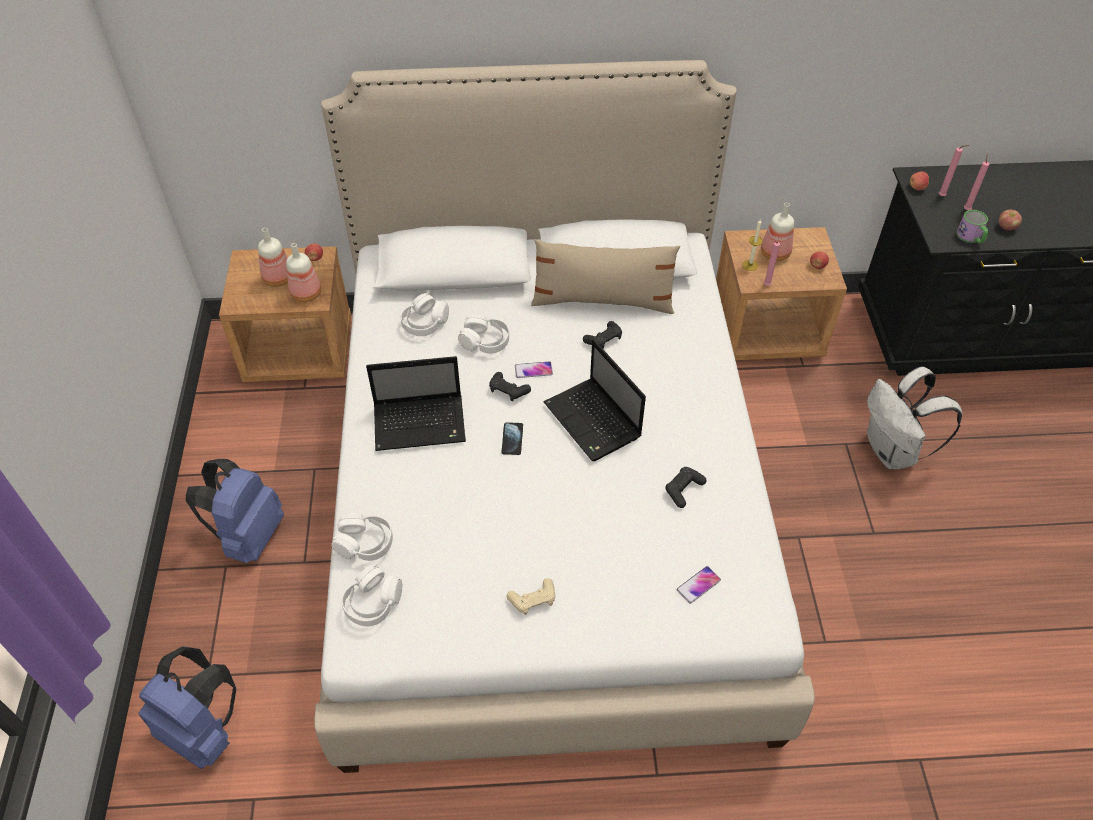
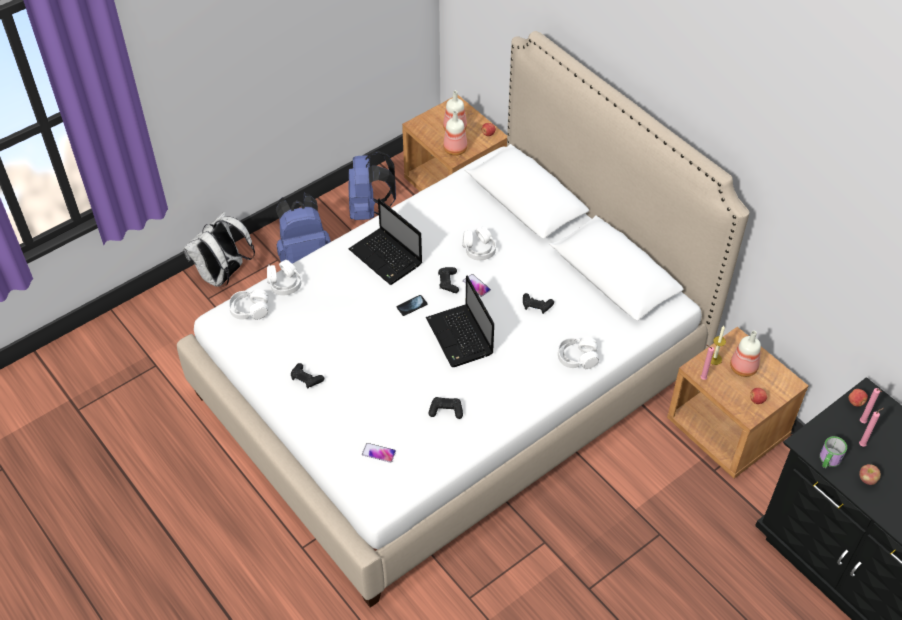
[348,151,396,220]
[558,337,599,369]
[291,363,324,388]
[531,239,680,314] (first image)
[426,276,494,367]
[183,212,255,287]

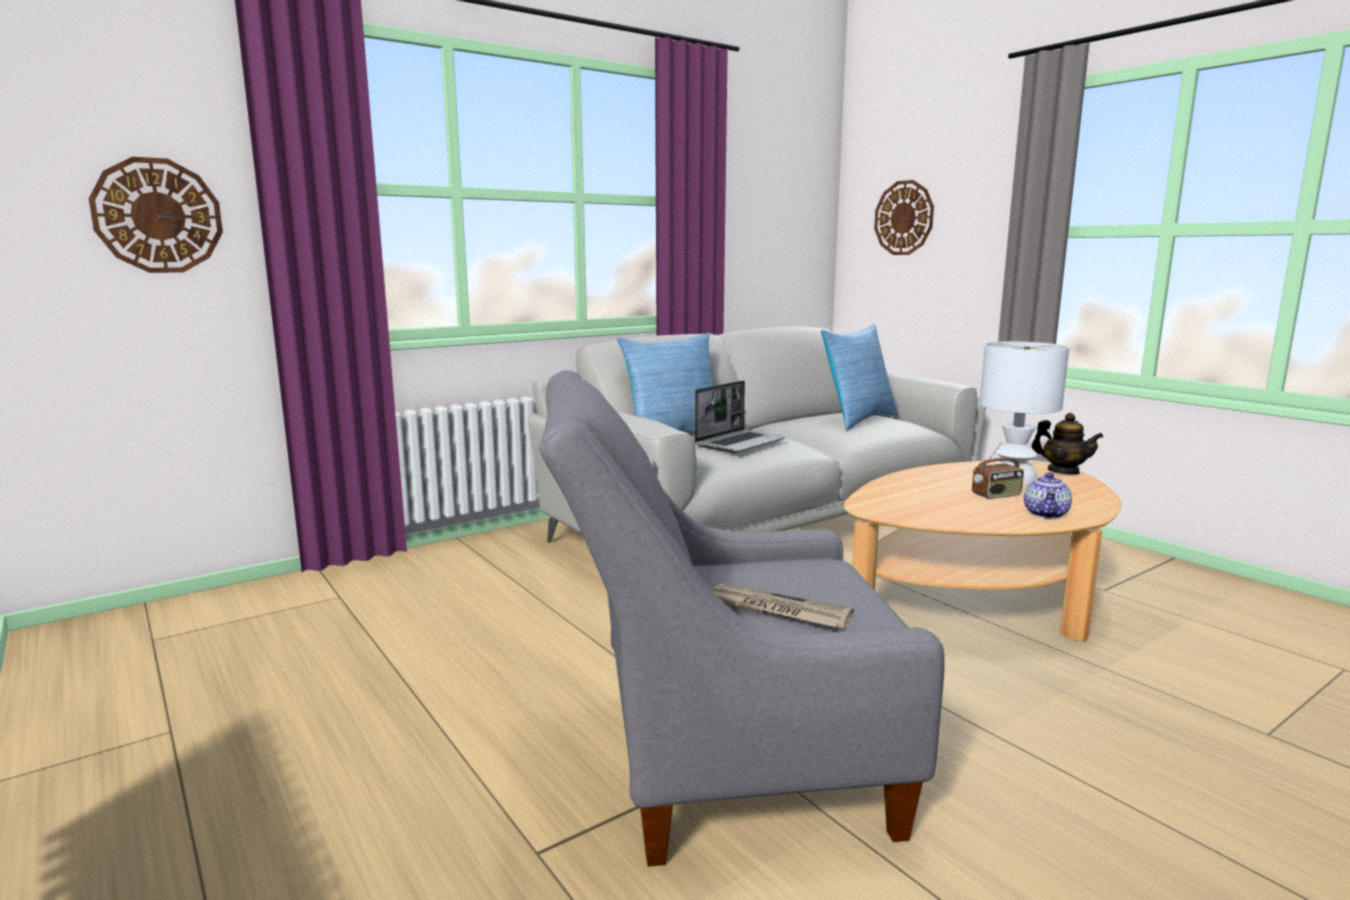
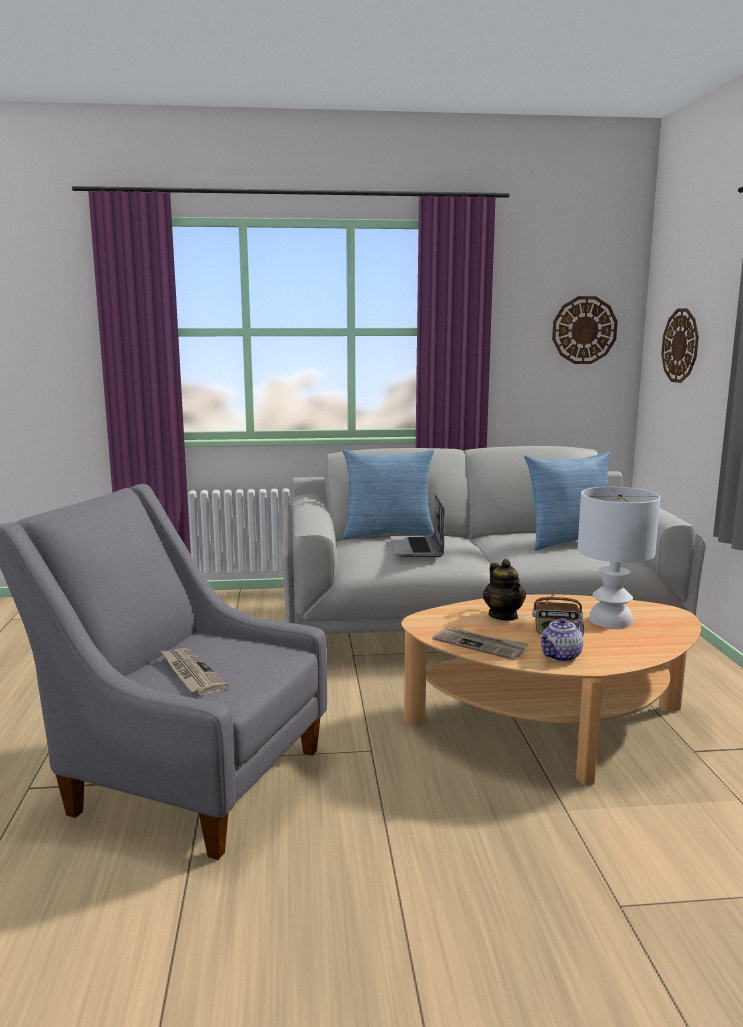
[552,296,618,364]
[390,494,445,557]
[483,559,526,621]
[432,627,529,660]

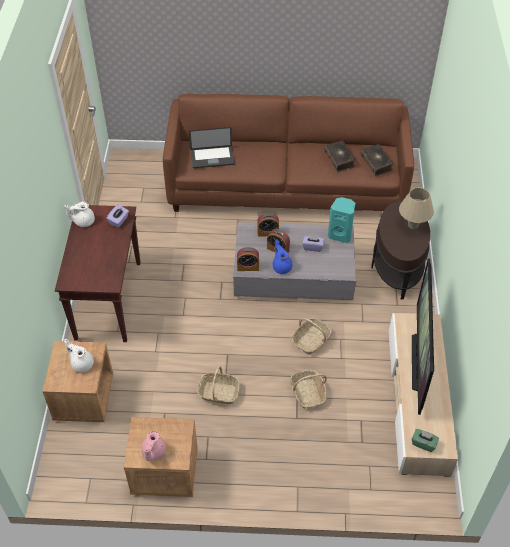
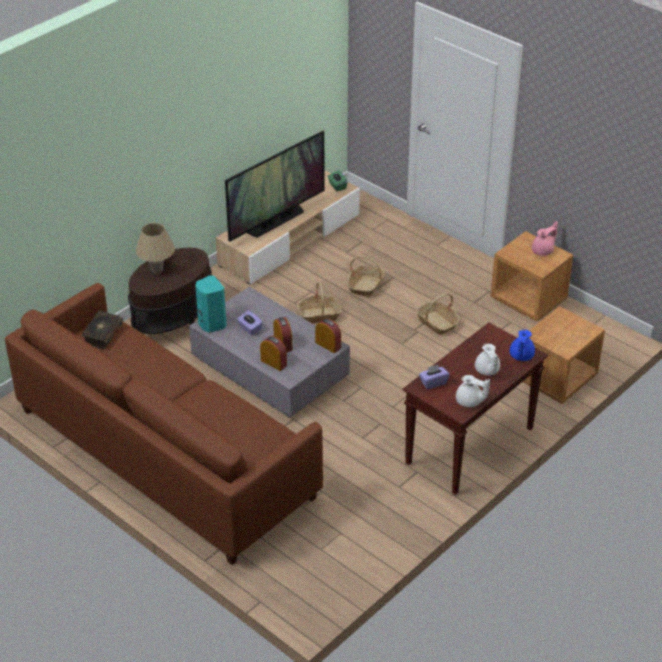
[475,344,500,376]
[189,127,235,168] (first image)
[510,329,535,361]
[324,140,355,172] (first image)

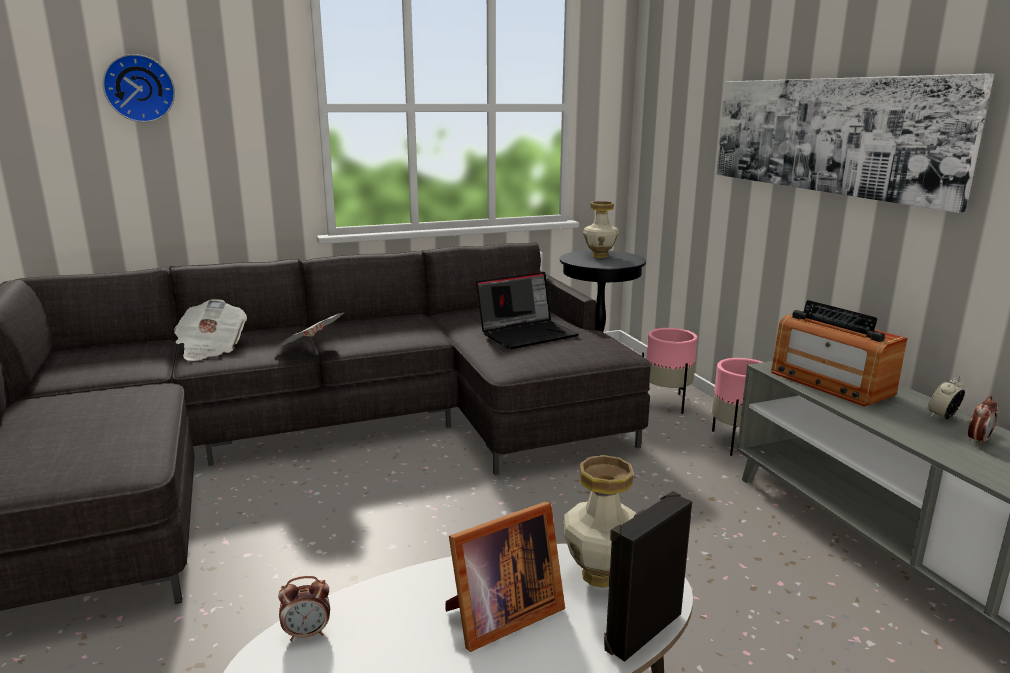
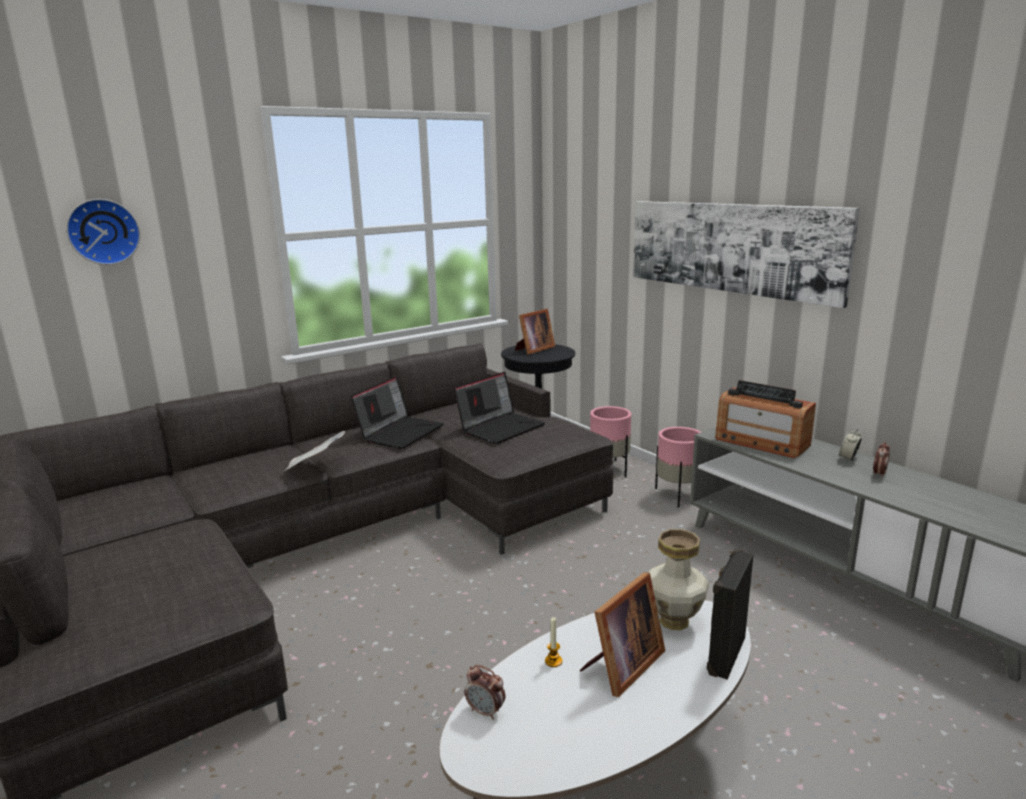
[174,299,247,361] (first image)
[465,665,506,720]
[515,309,555,355]
[351,376,444,449]
[545,617,562,667]

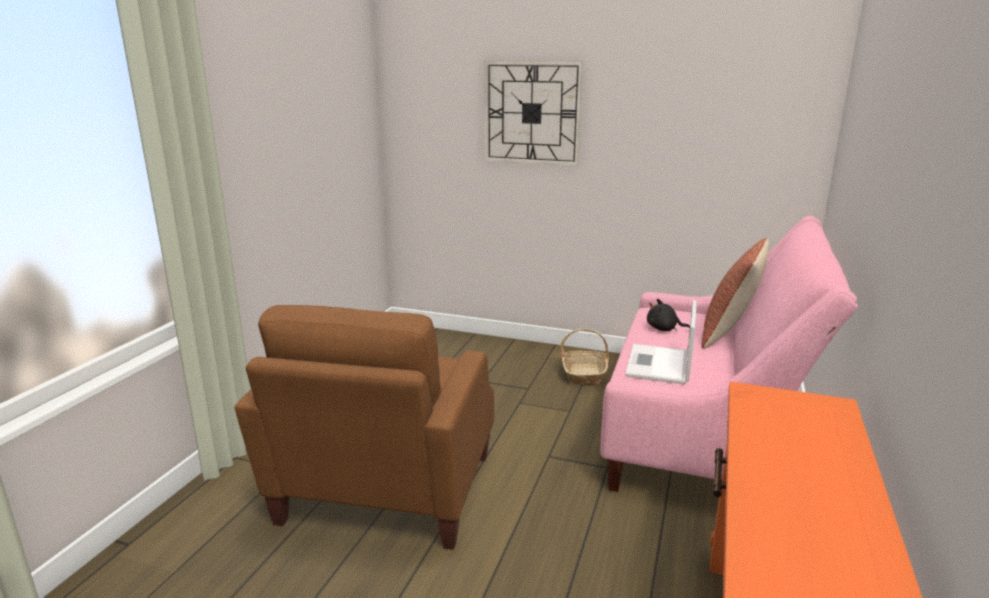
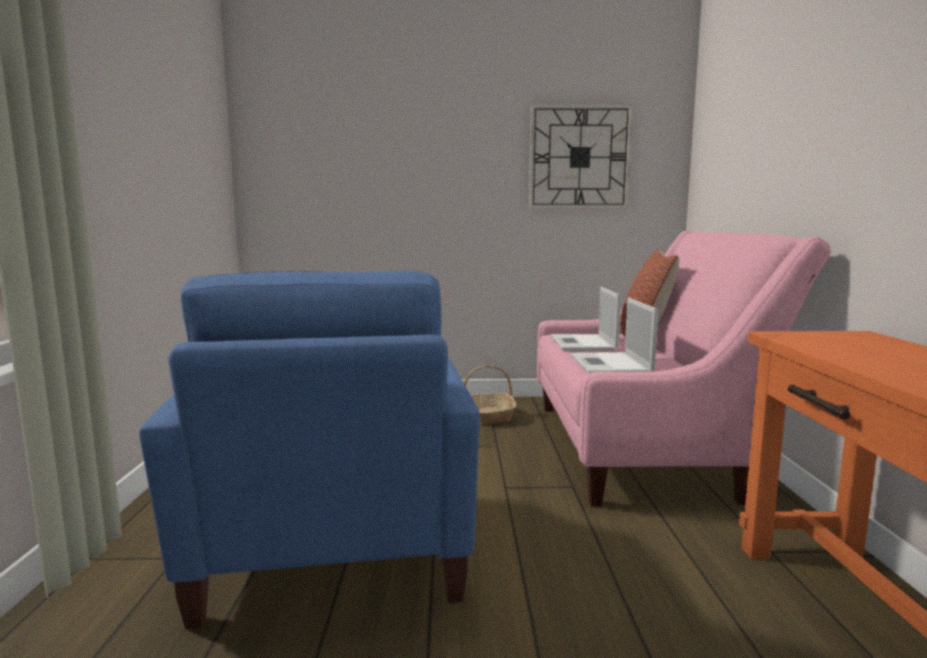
[139,271,480,629]
[529,104,633,209]
[551,287,621,351]

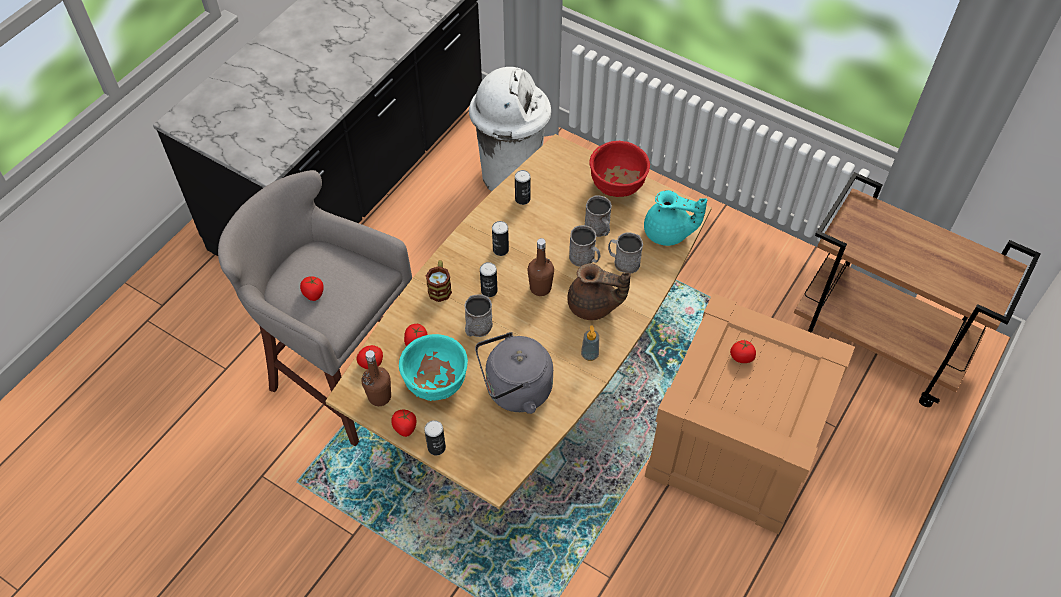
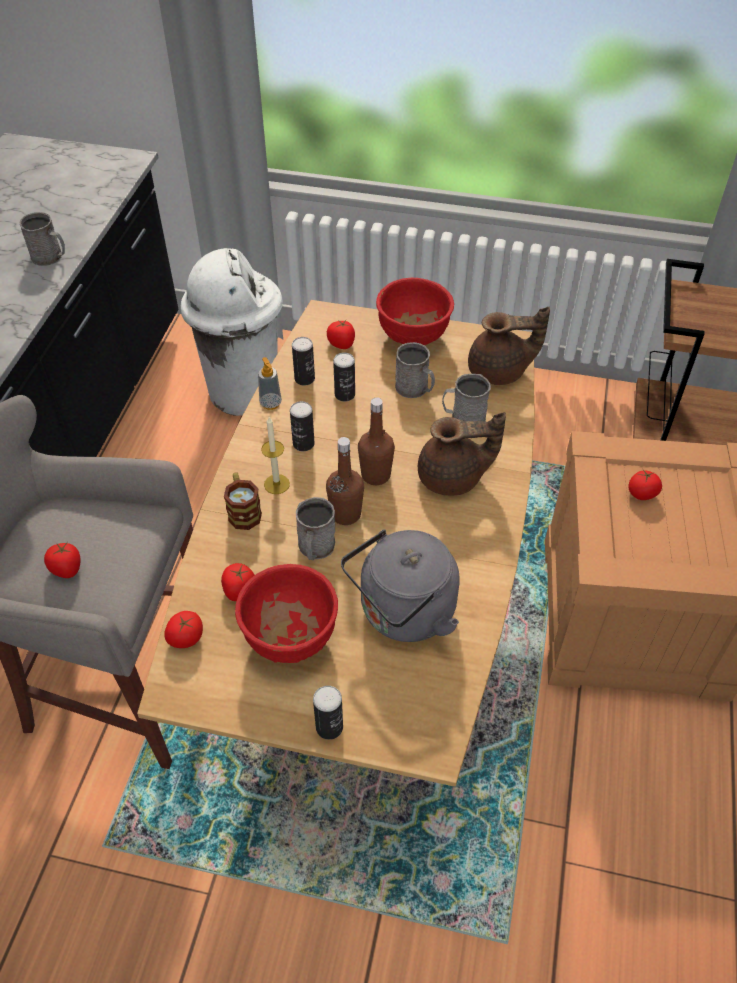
[326,437,364,525]
[327,319,355,349]
[235,564,338,663]
[333,353,355,402]
[20,212,65,266]
[258,357,282,410]
[468,307,550,385]
[261,417,290,494]

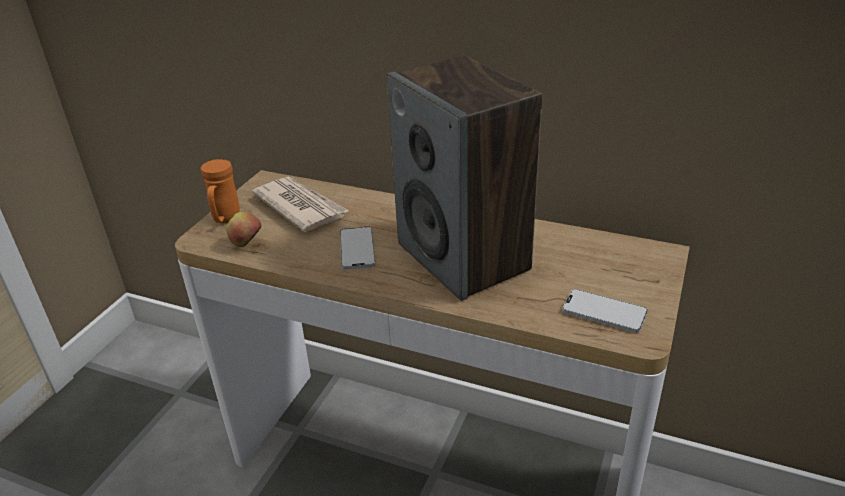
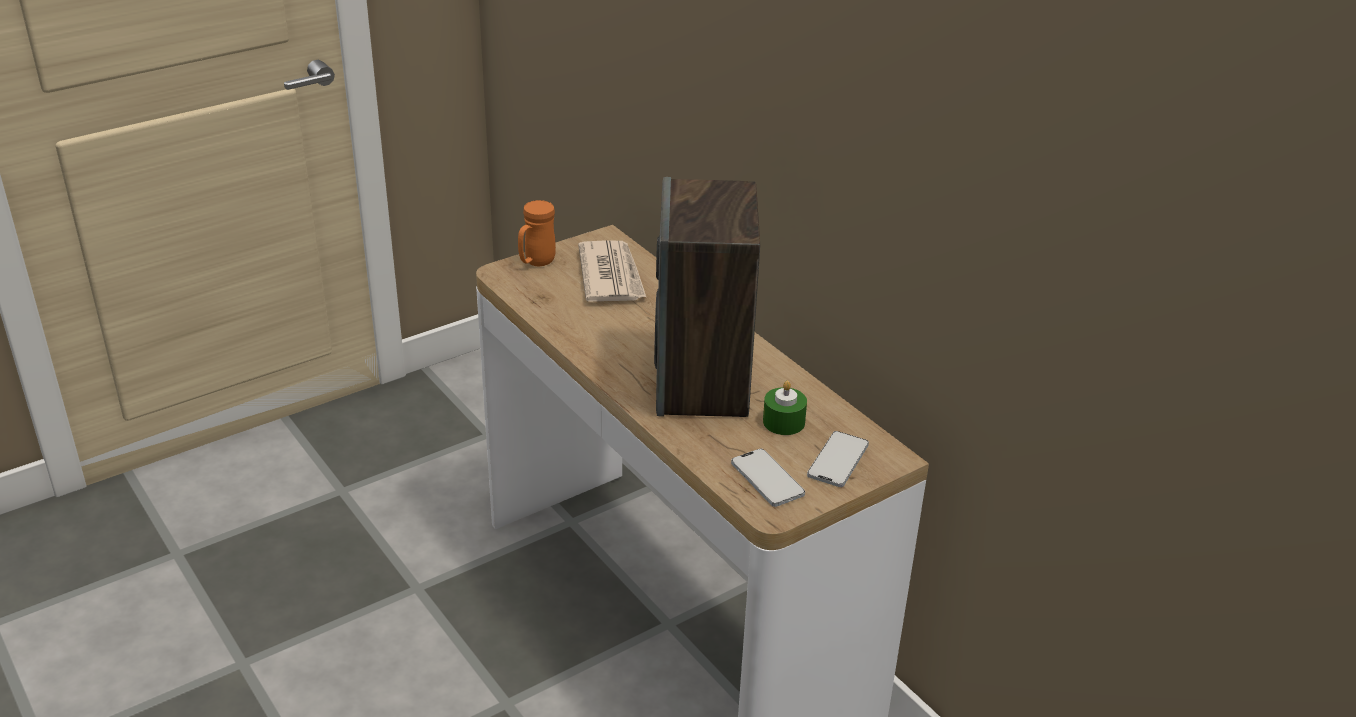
[226,212,262,247] (first image)
[807,431,869,487]
[763,381,807,435]

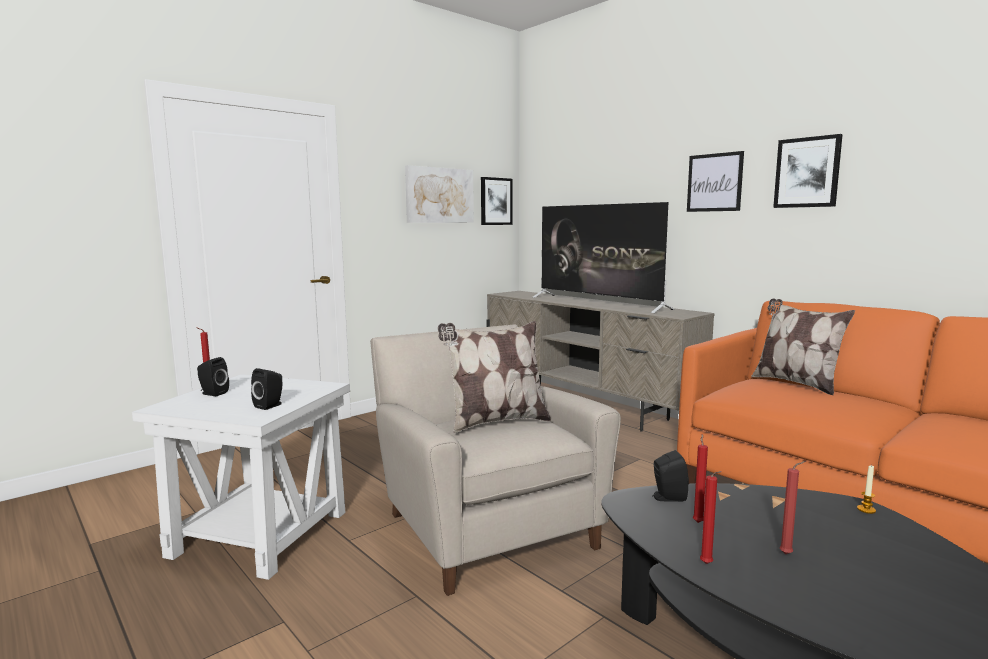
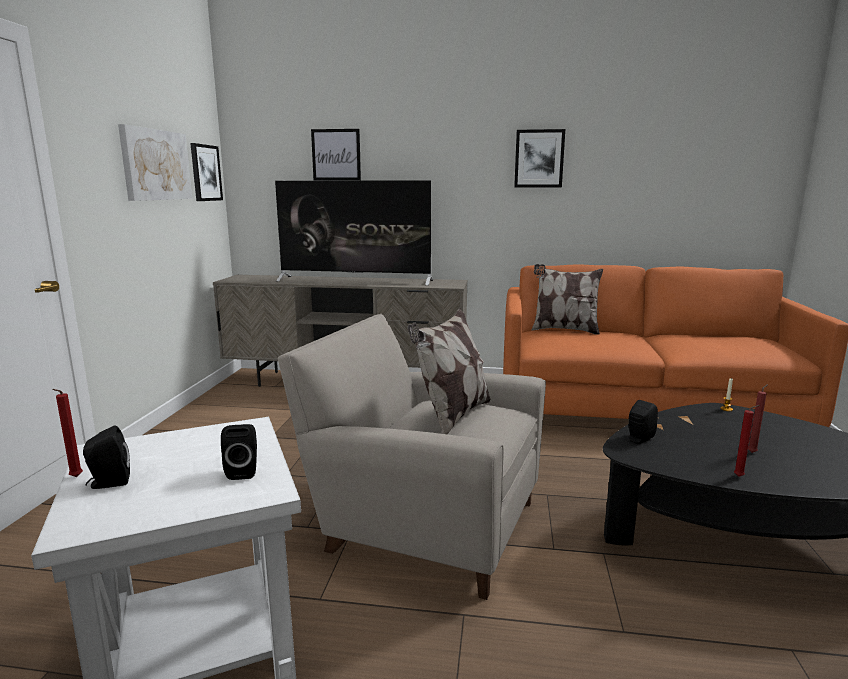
[311,129,361,181]
[693,434,708,523] (first image)

